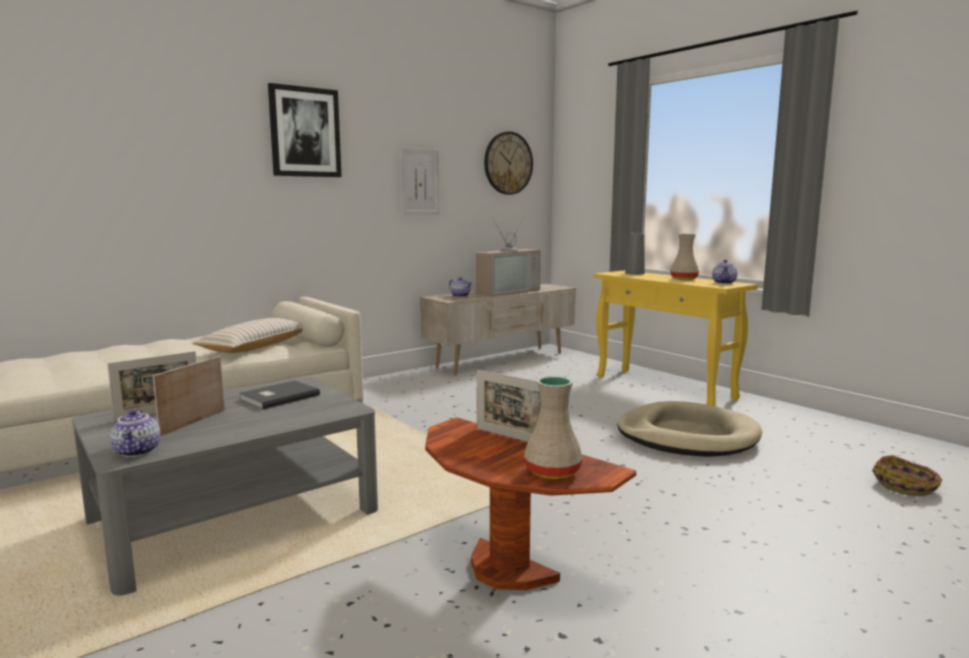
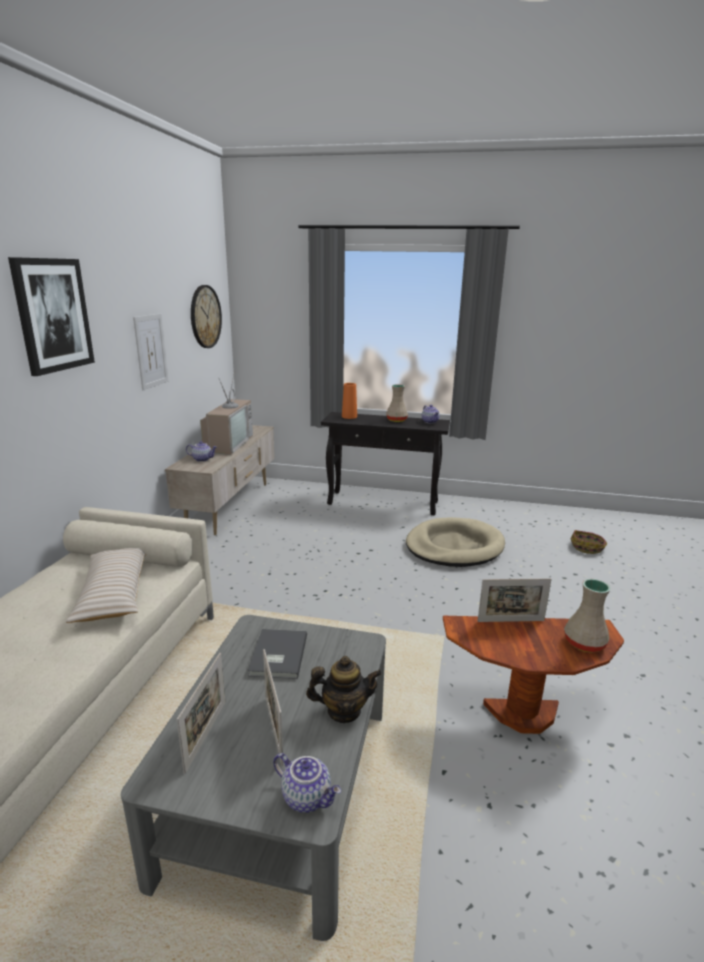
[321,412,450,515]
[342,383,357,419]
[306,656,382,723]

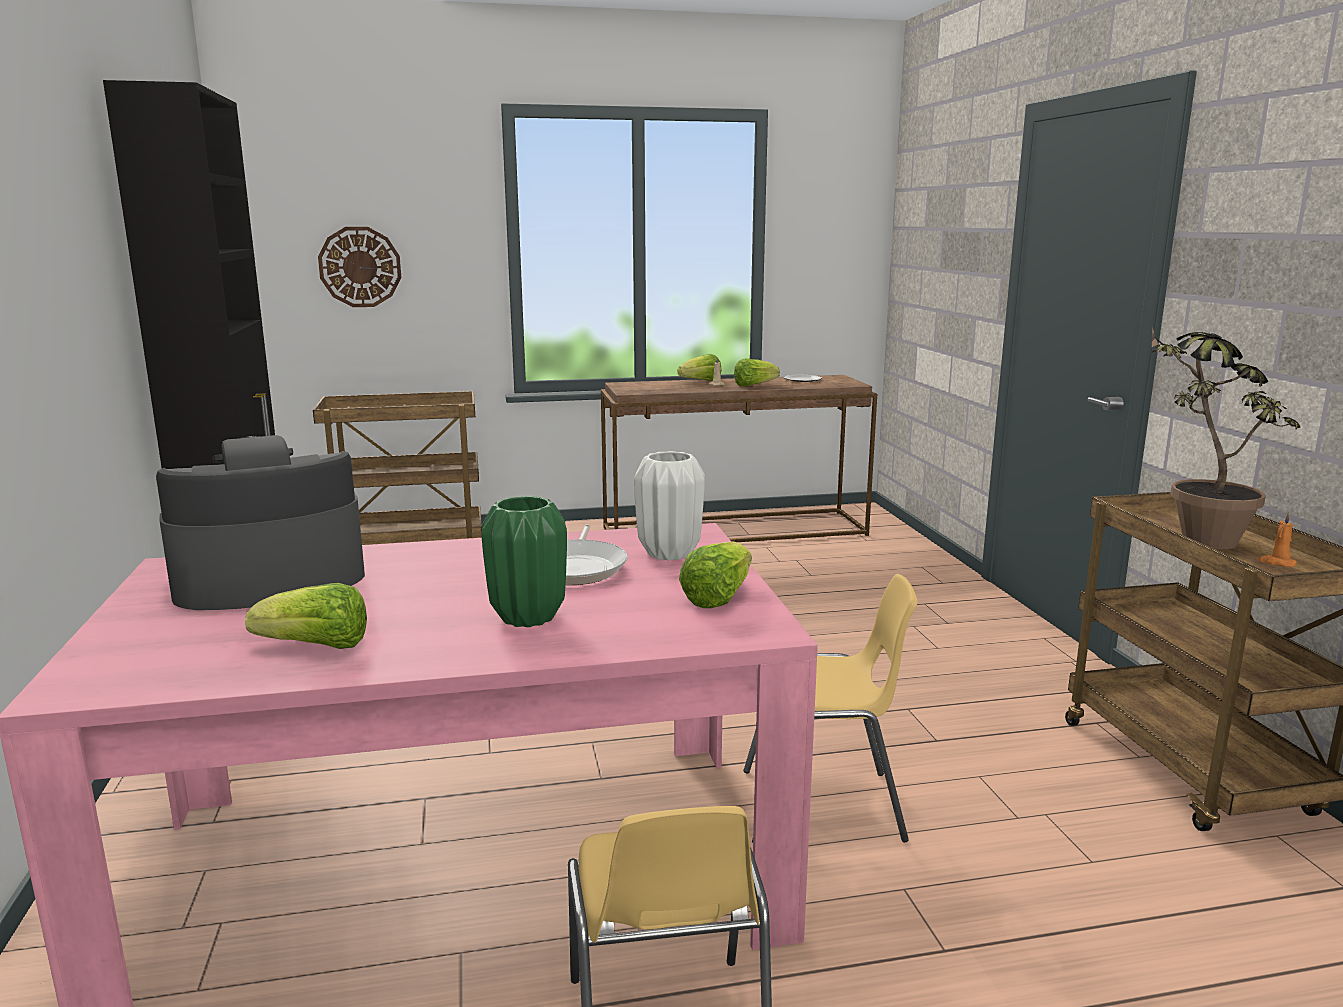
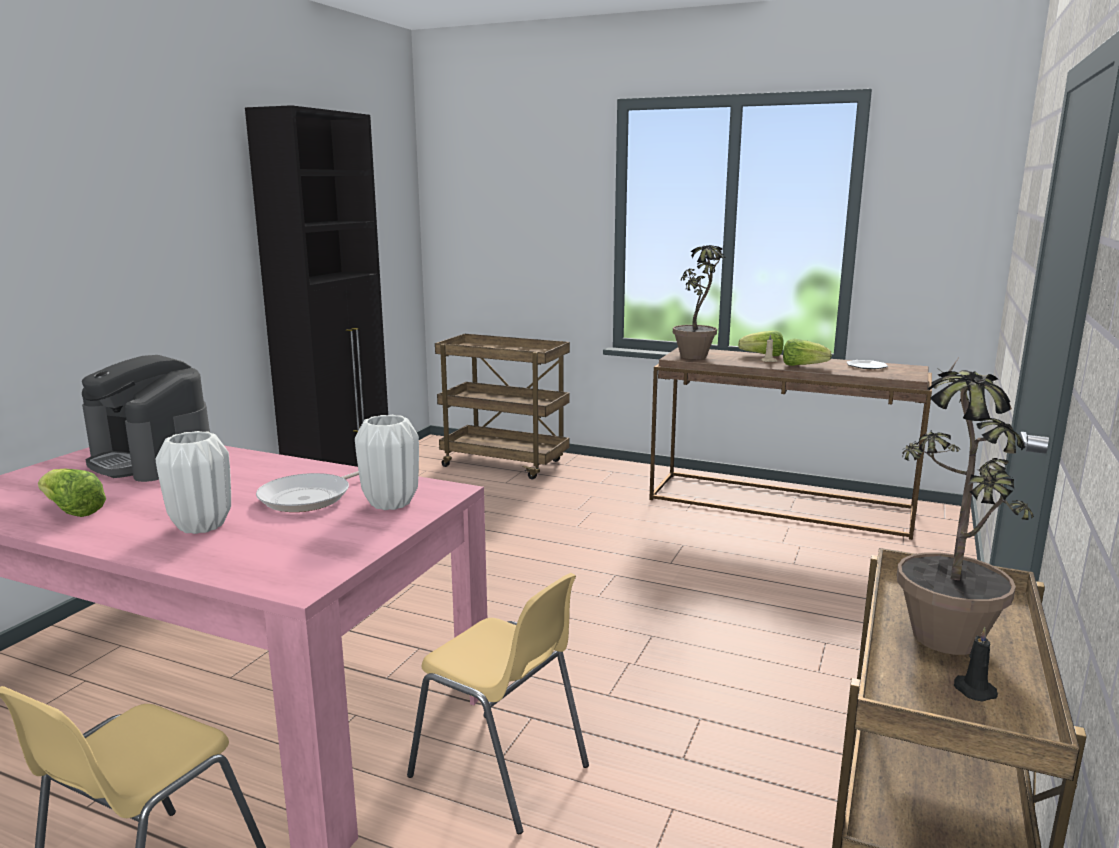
[82,355,210,482]
[318,227,401,307] (first image)
[156,431,231,534]
[679,542,752,608] (first image)
[954,627,998,702]
[673,245,726,359]

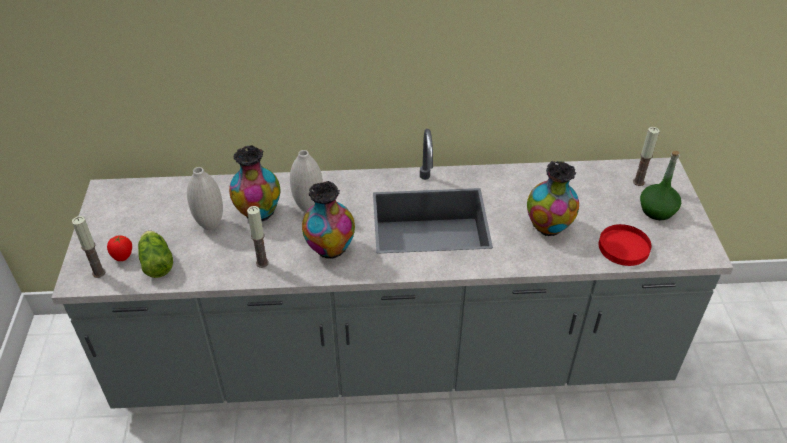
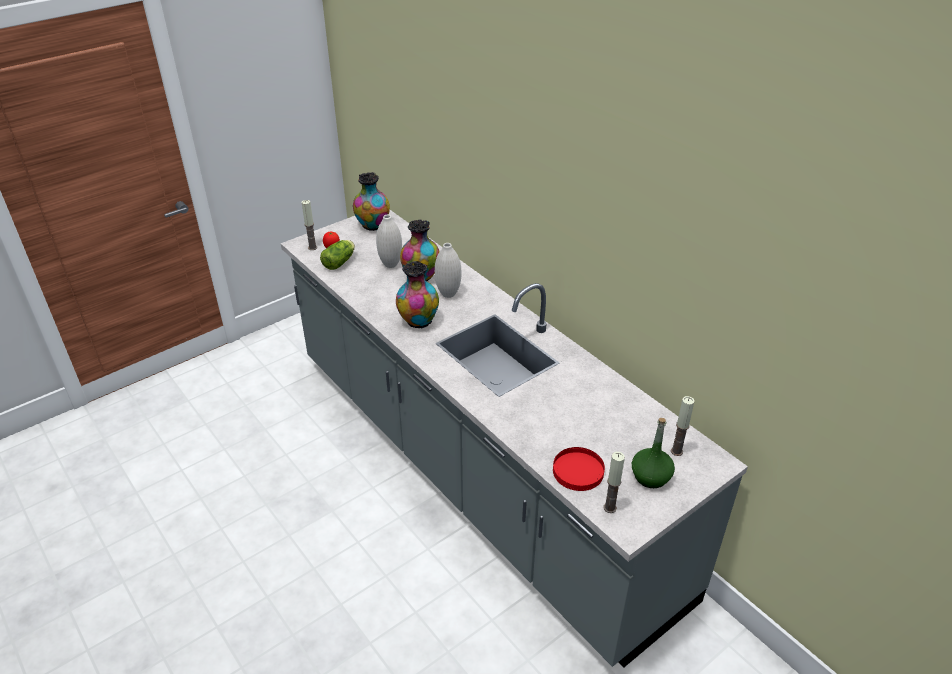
[603,452,625,513]
[353,172,390,231]

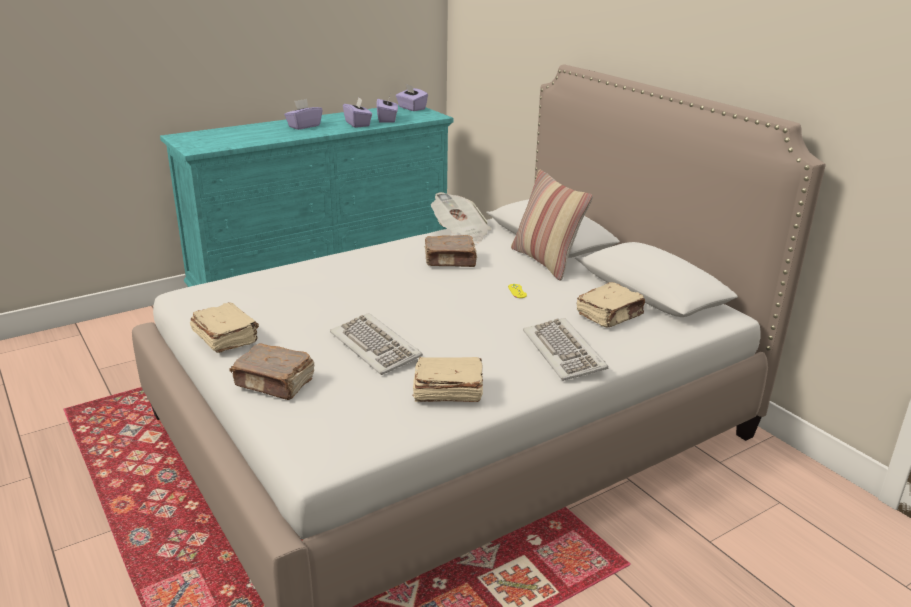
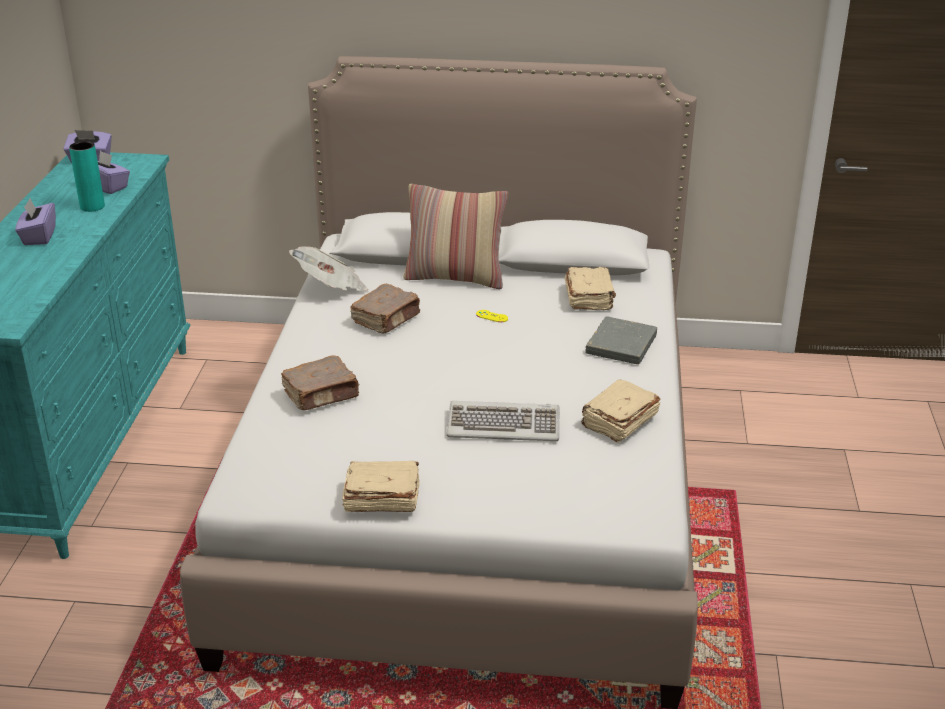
[281,356,360,410]
[69,141,105,212]
[585,316,657,364]

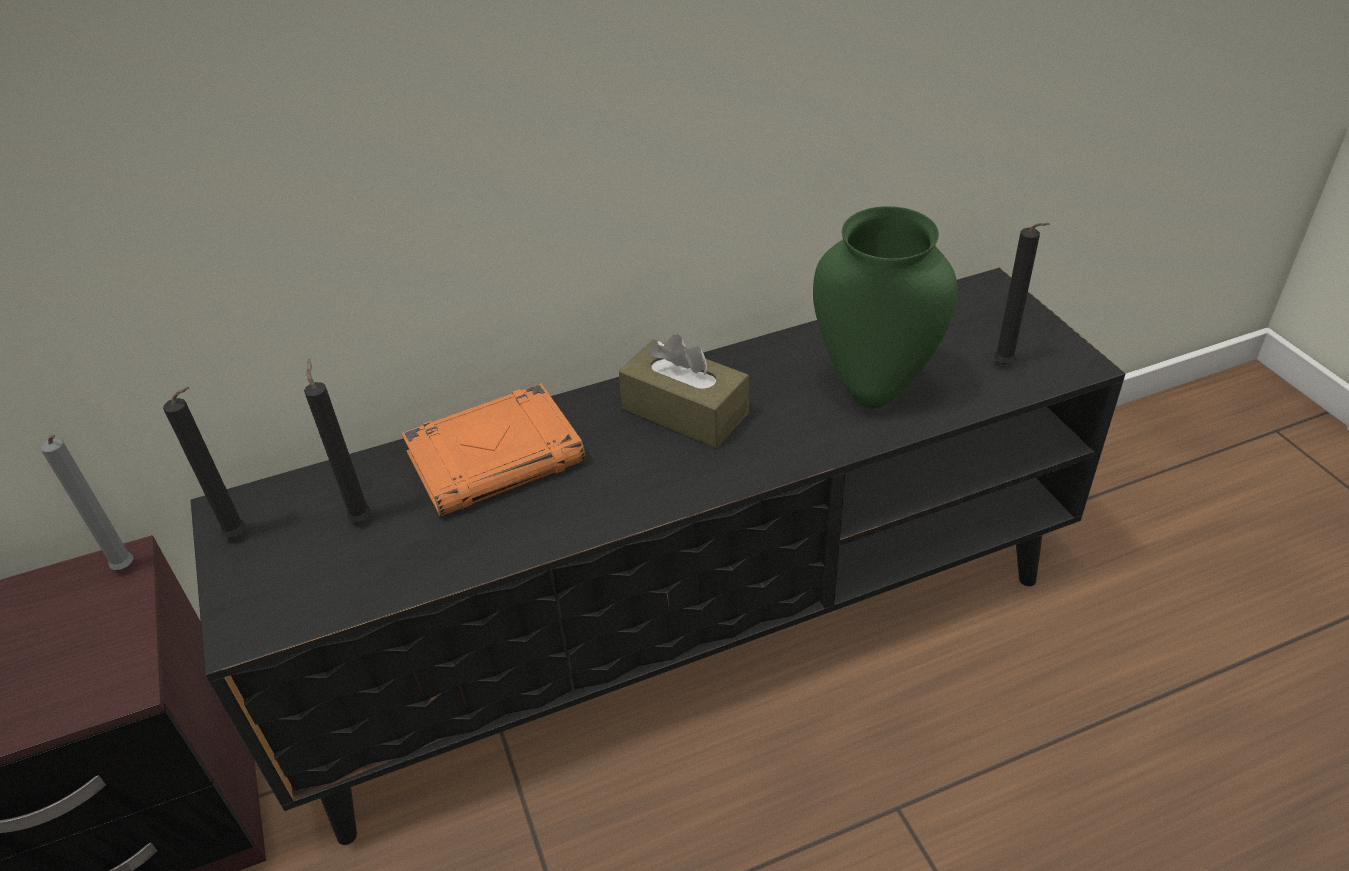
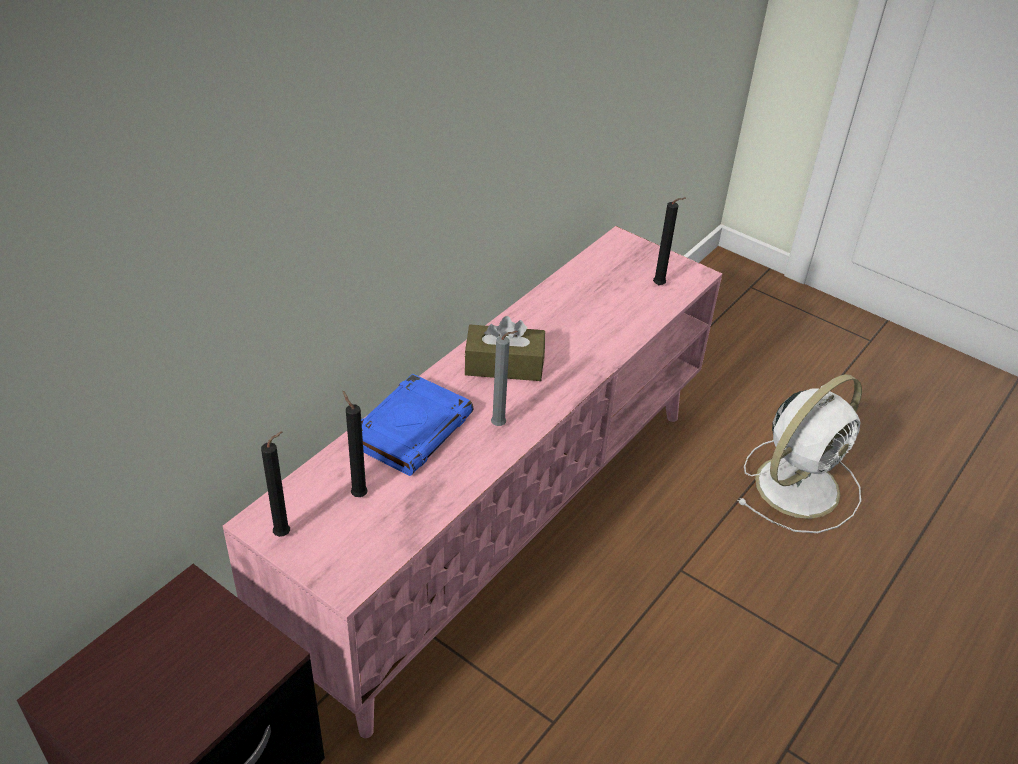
[491,331,518,426]
[223,226,722,738]
[361,373,474,476]
[813,206,958,409] (first image)
[738,374,862,533]

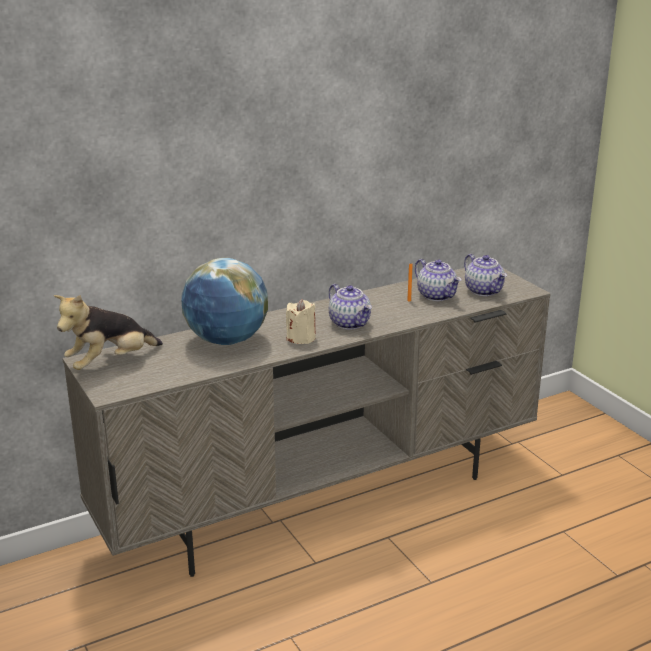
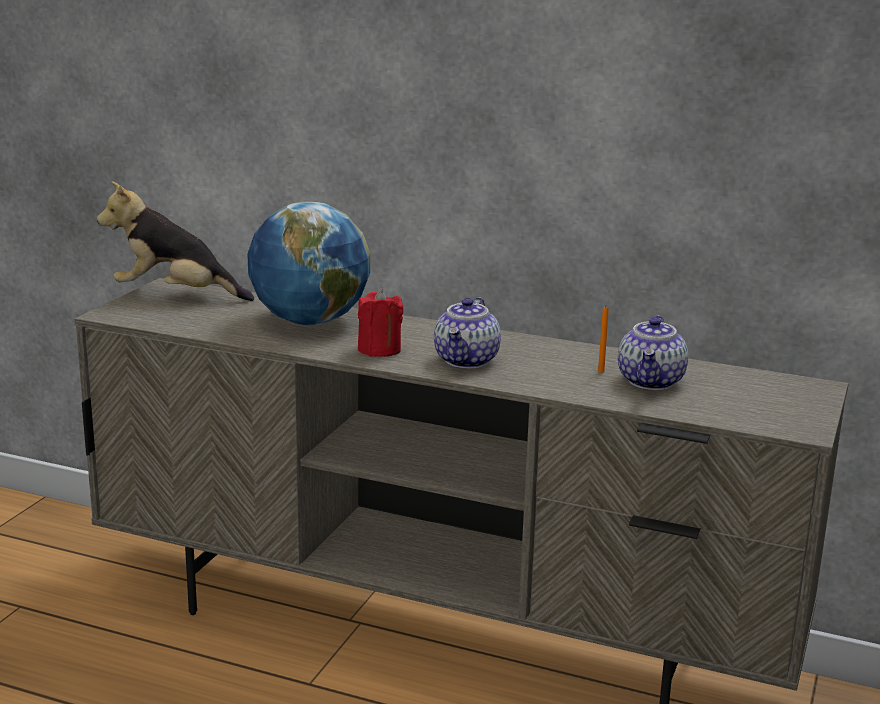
[358,289,403,357]
[464,254,507,296] (first image)

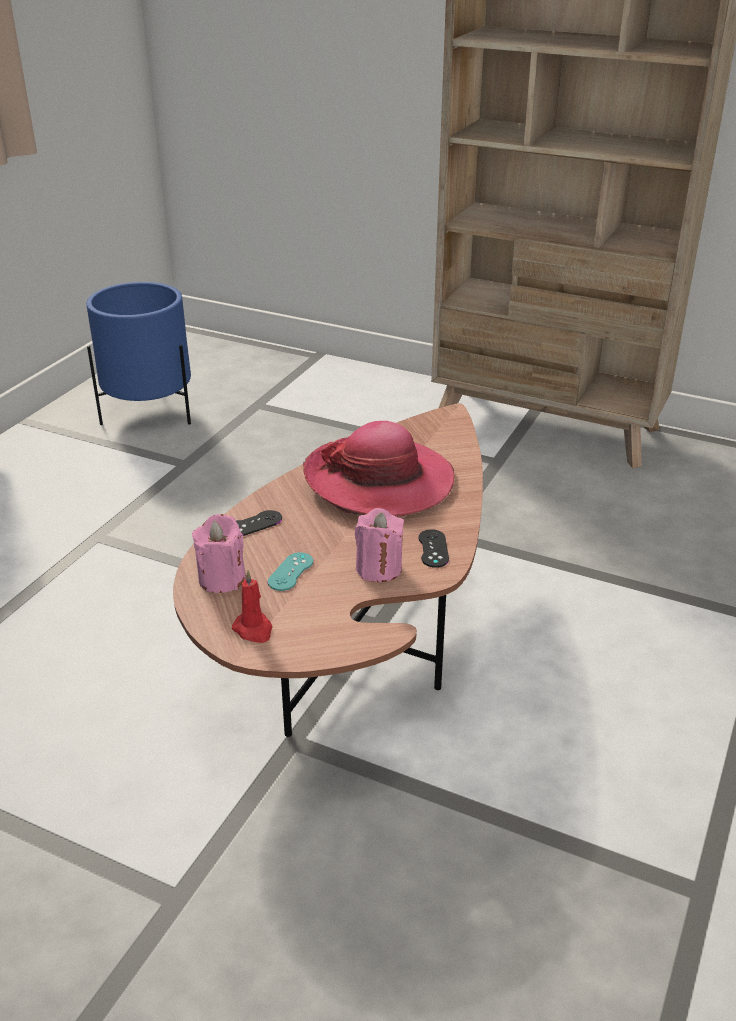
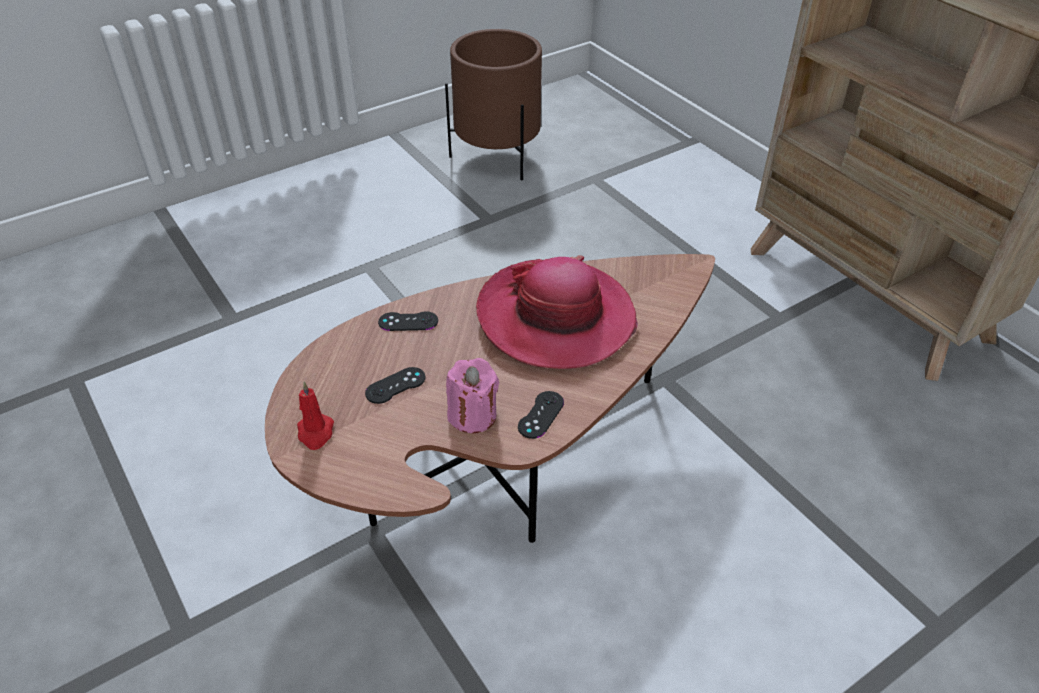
[445,29,542,180]
[192,514,246,593] (first image)
[365,367,425,404]

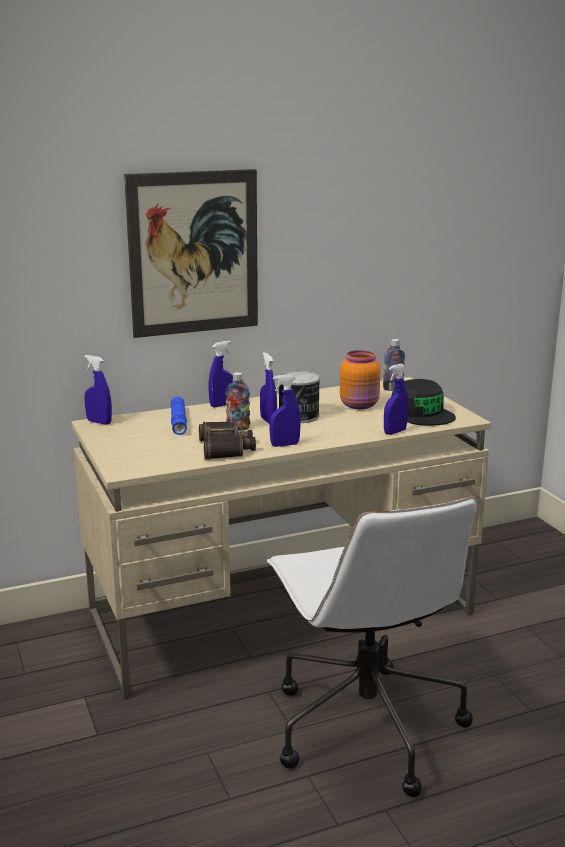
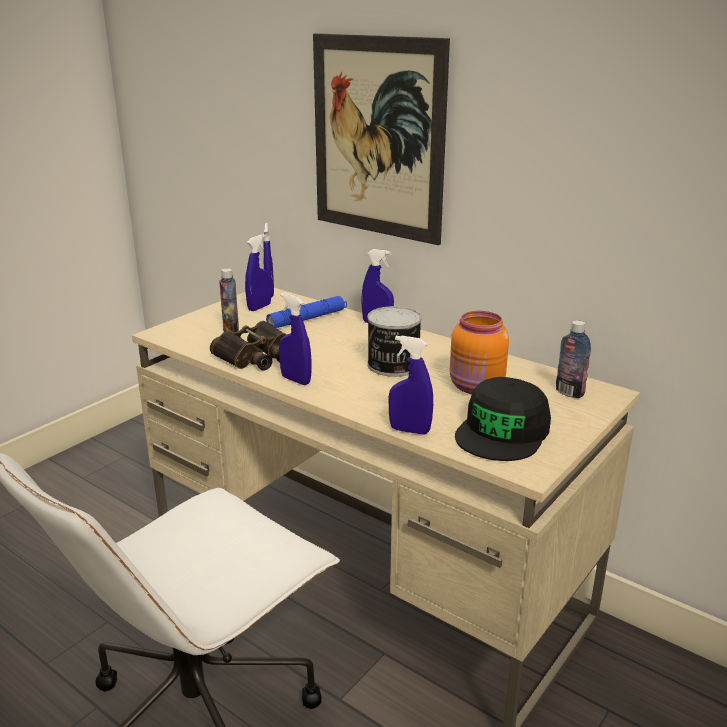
[219,268,239,332]
[245,234,271,311]

